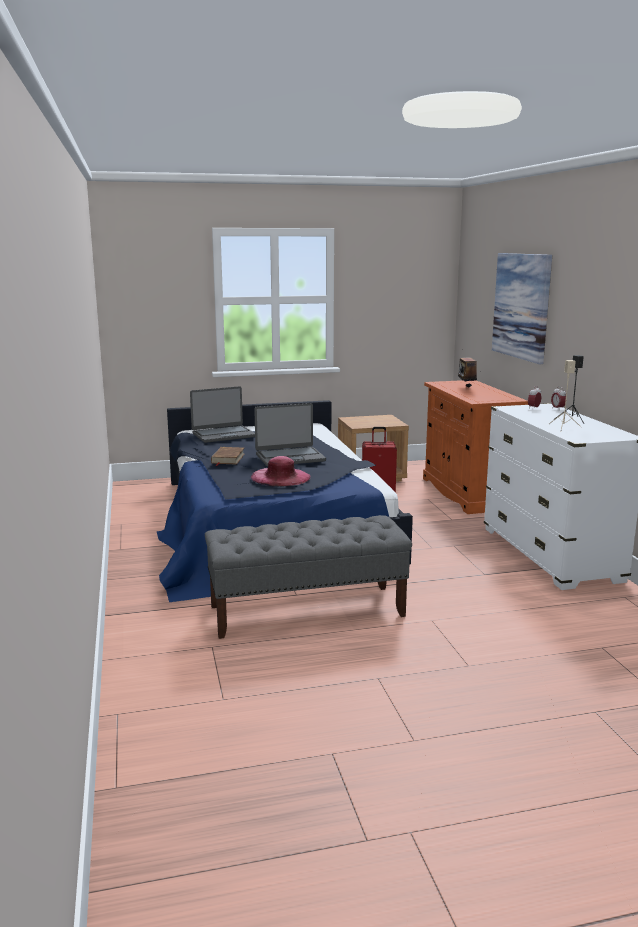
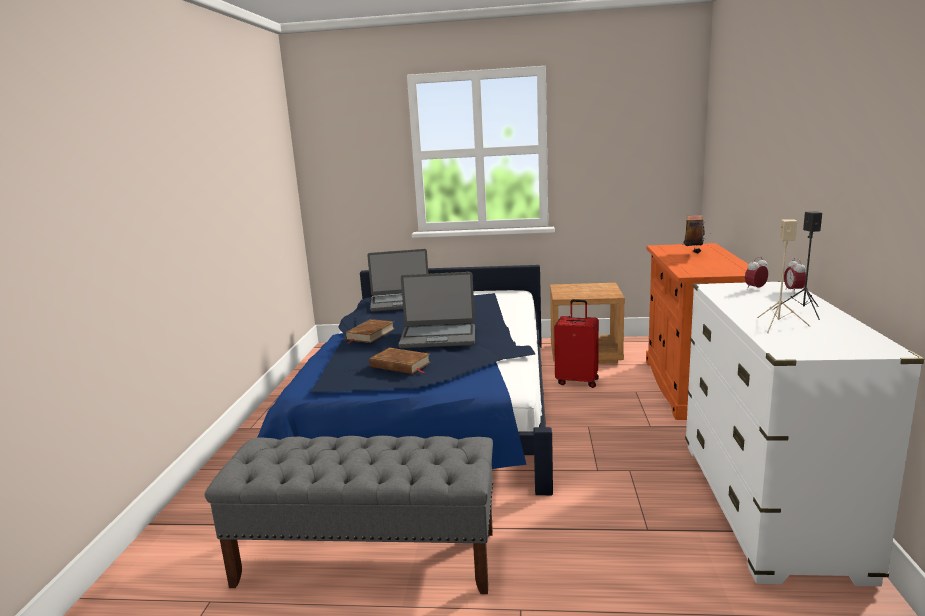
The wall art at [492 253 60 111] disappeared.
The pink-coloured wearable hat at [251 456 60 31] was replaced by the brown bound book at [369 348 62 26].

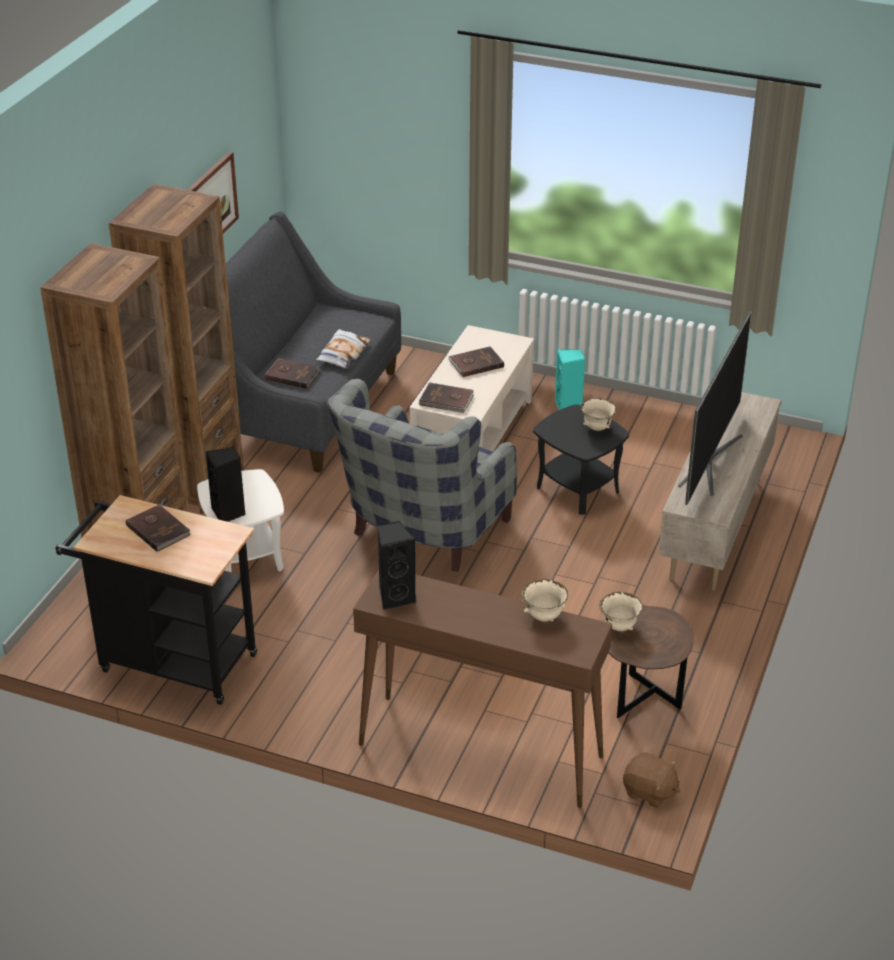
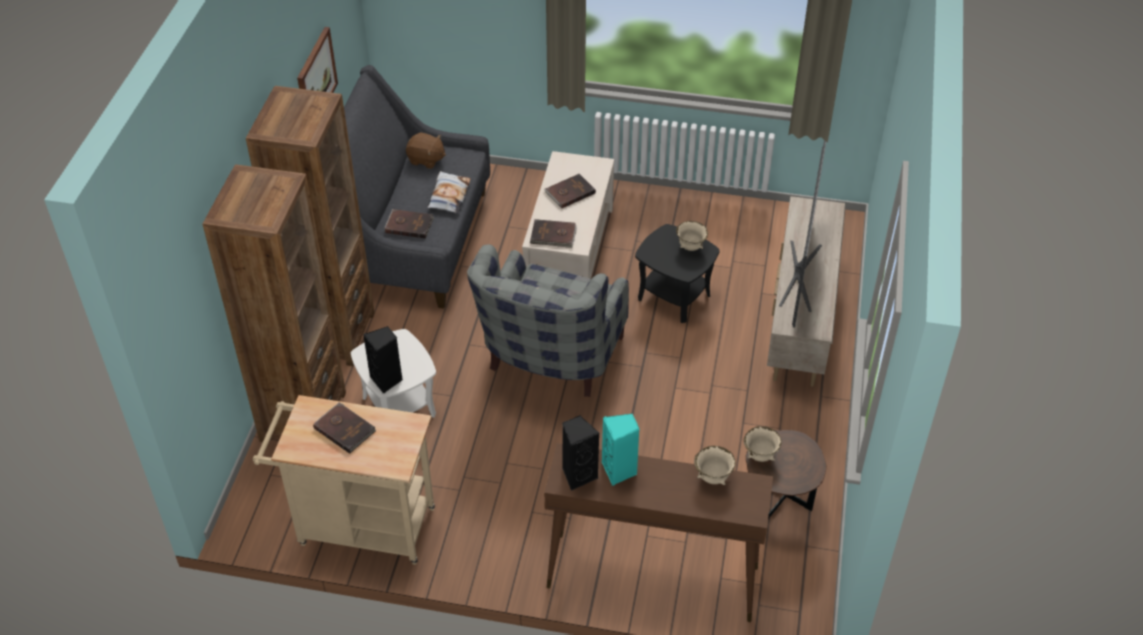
The blue-green speaker moved from [555 349 30 61] to [602 414 38 72].
The brown soft toy moved from [623 752 57 56] to [406 132 40 37].
The black wheeled cart at [56 495 201 210] became the sand-coloured wheeled cart at [253 395 182 170].

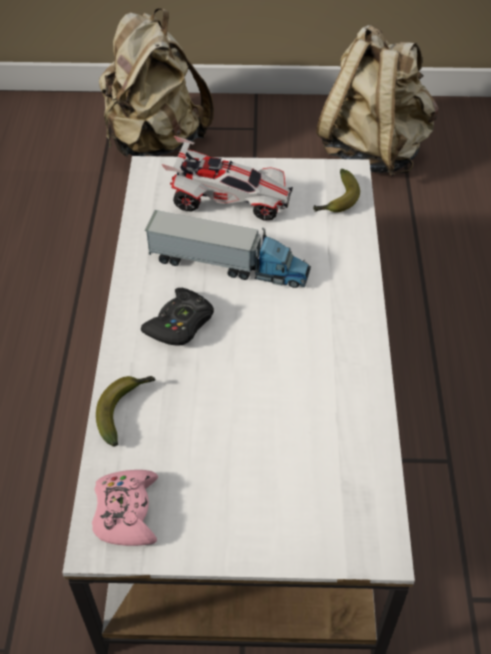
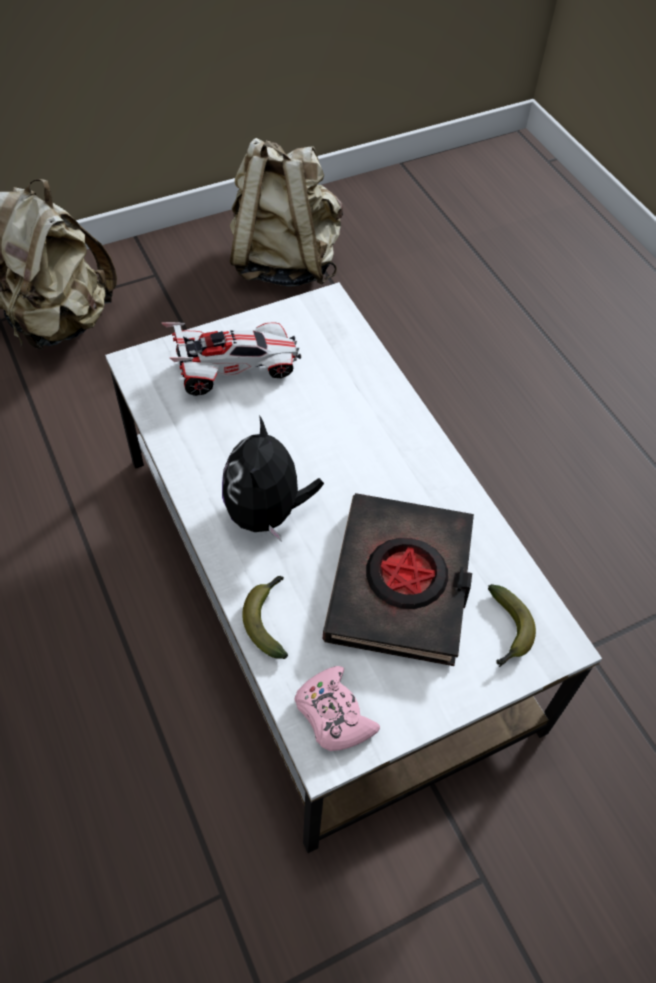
The toy truck at [145 210 166 78] disappeared.
The black bound book at [323 493 151 173] appeared.
The whole banana moved from [313 169 47 43] to [488 584 48 83].
The black gamepad at [141 288 73 58] was replaced by the soft toy at [222 415 102 127].

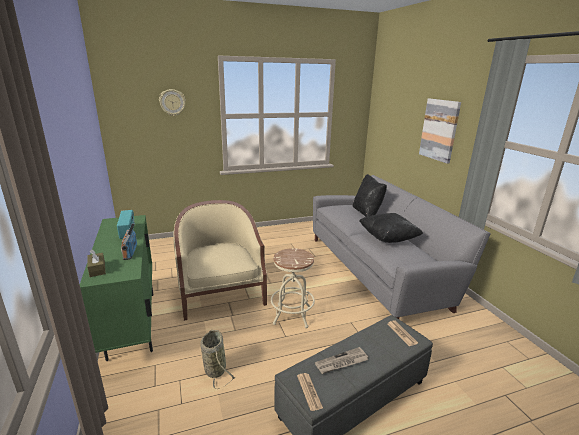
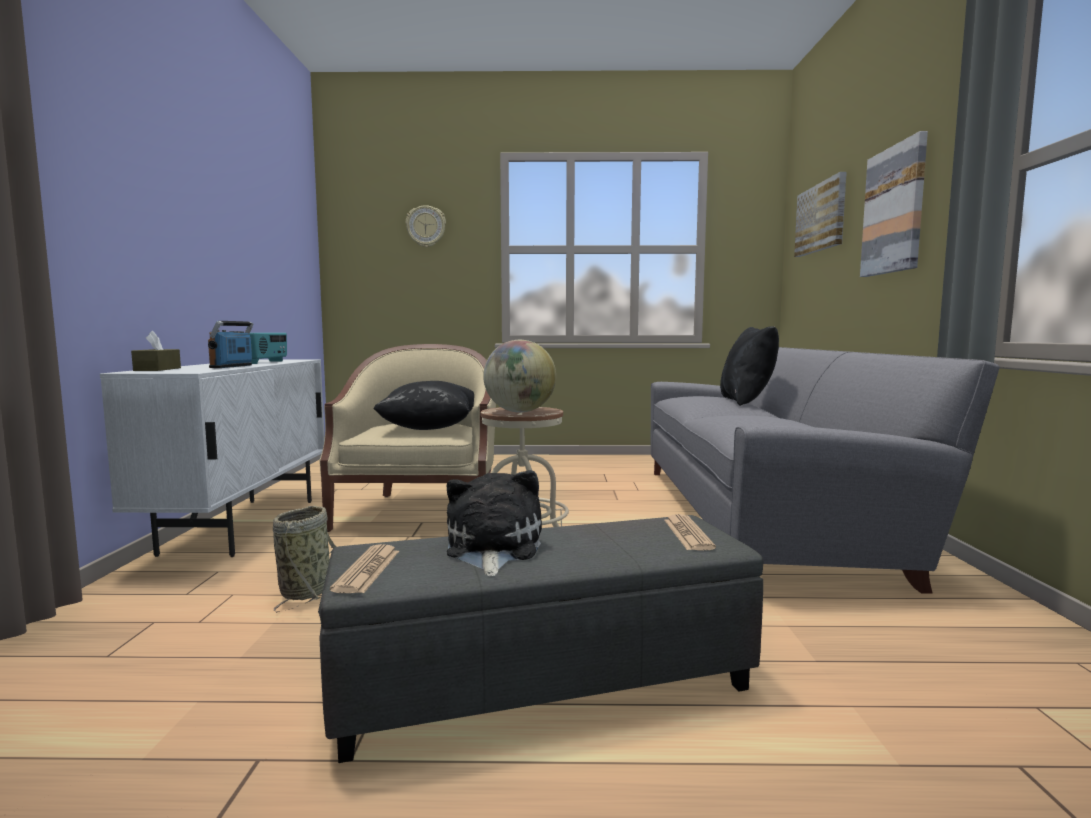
The world globe at [483 340 73 73] appeared.
The wall art at [794 172 53 85] appeared.
The black pillow moved from [359 213 64 30] to [373 381 101 49].
The newspaper at [315 347 53 27] was replaced by the soft toy at [447 470 95 107].
The green-coloured cabinet at [80 215 74 146] became the white cabinet at [100 359 225 198].

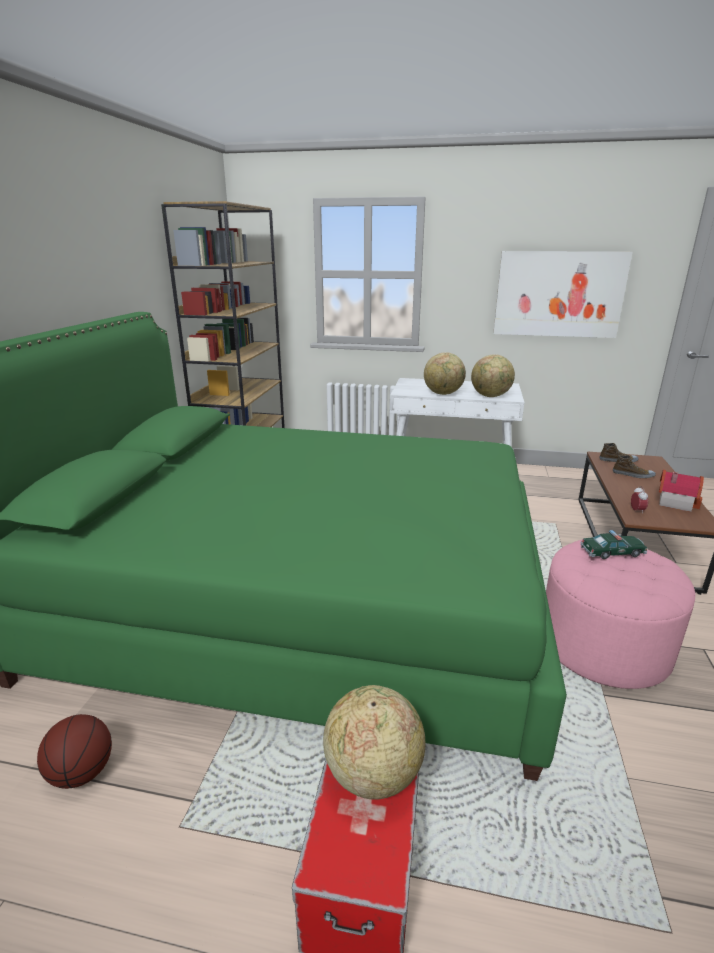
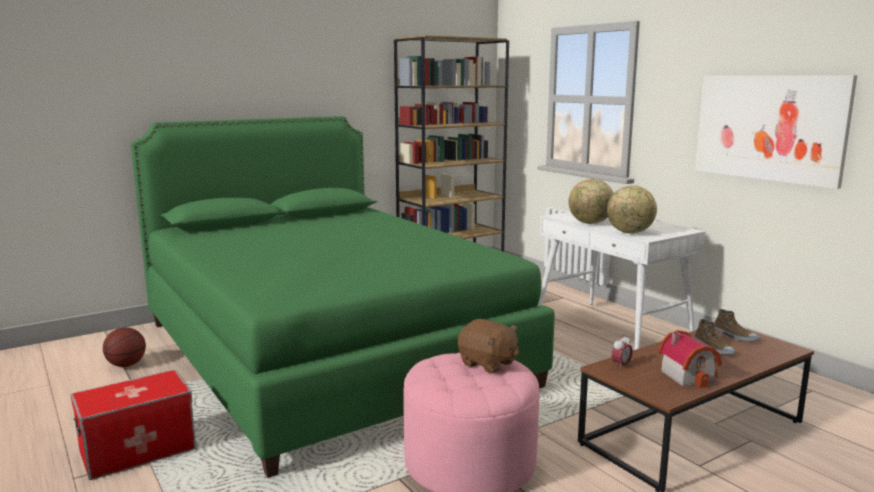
The world globe at [323 685 102 115] disappeared.
The model car at [580 530 67 29] was replaced by the brown soft toy at [458 319 61 54].

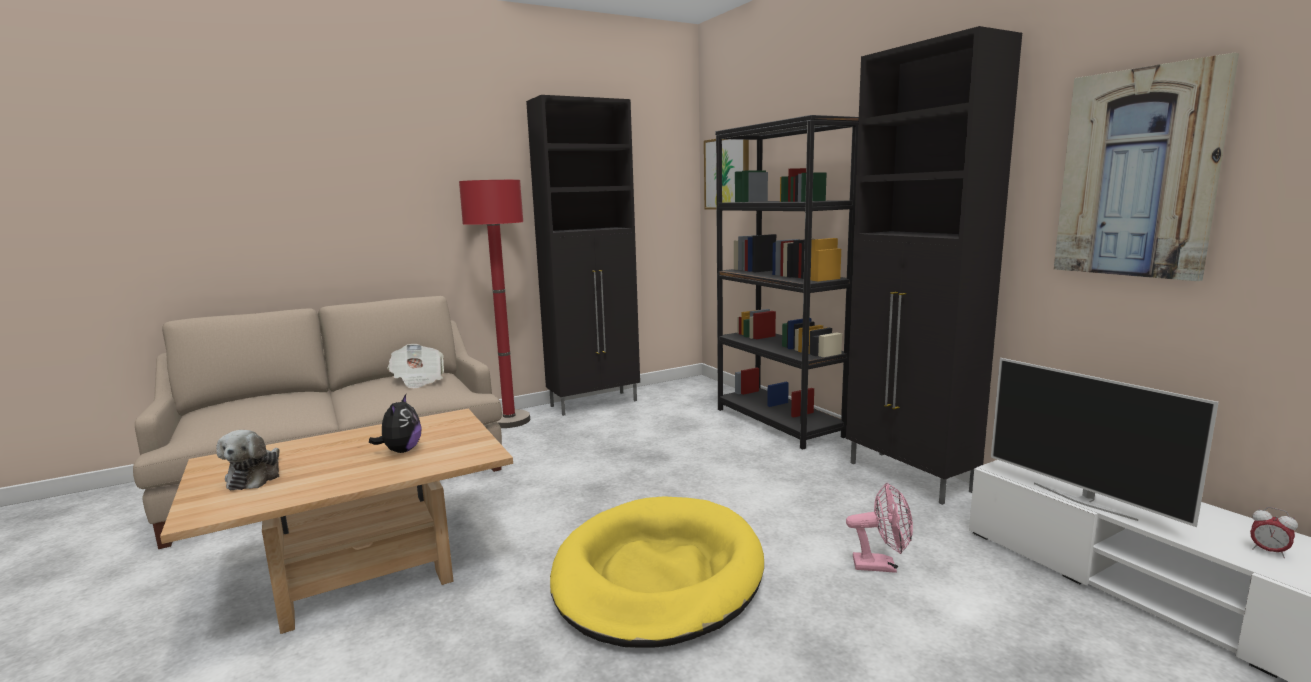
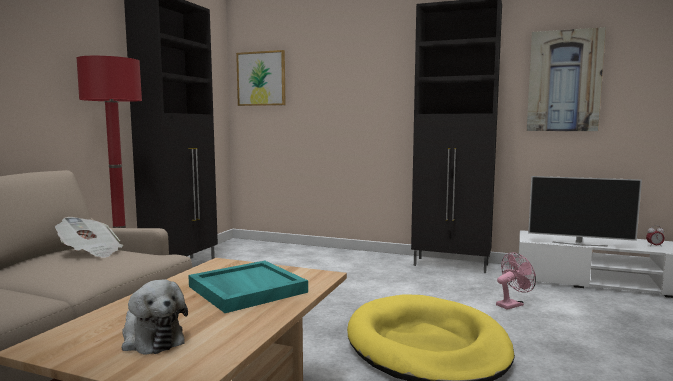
The black bookcase at [715 115 144 335] disappeared.
The soft toy at [369 394 53 59] was replaced by the blue-green tray at [188 261 120 52].

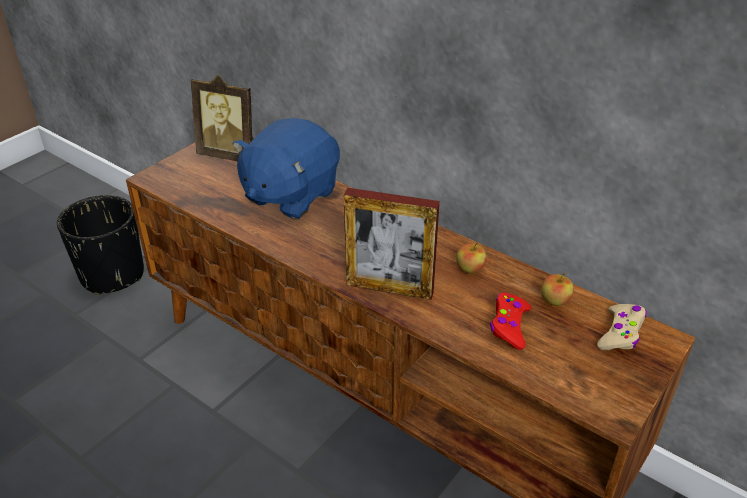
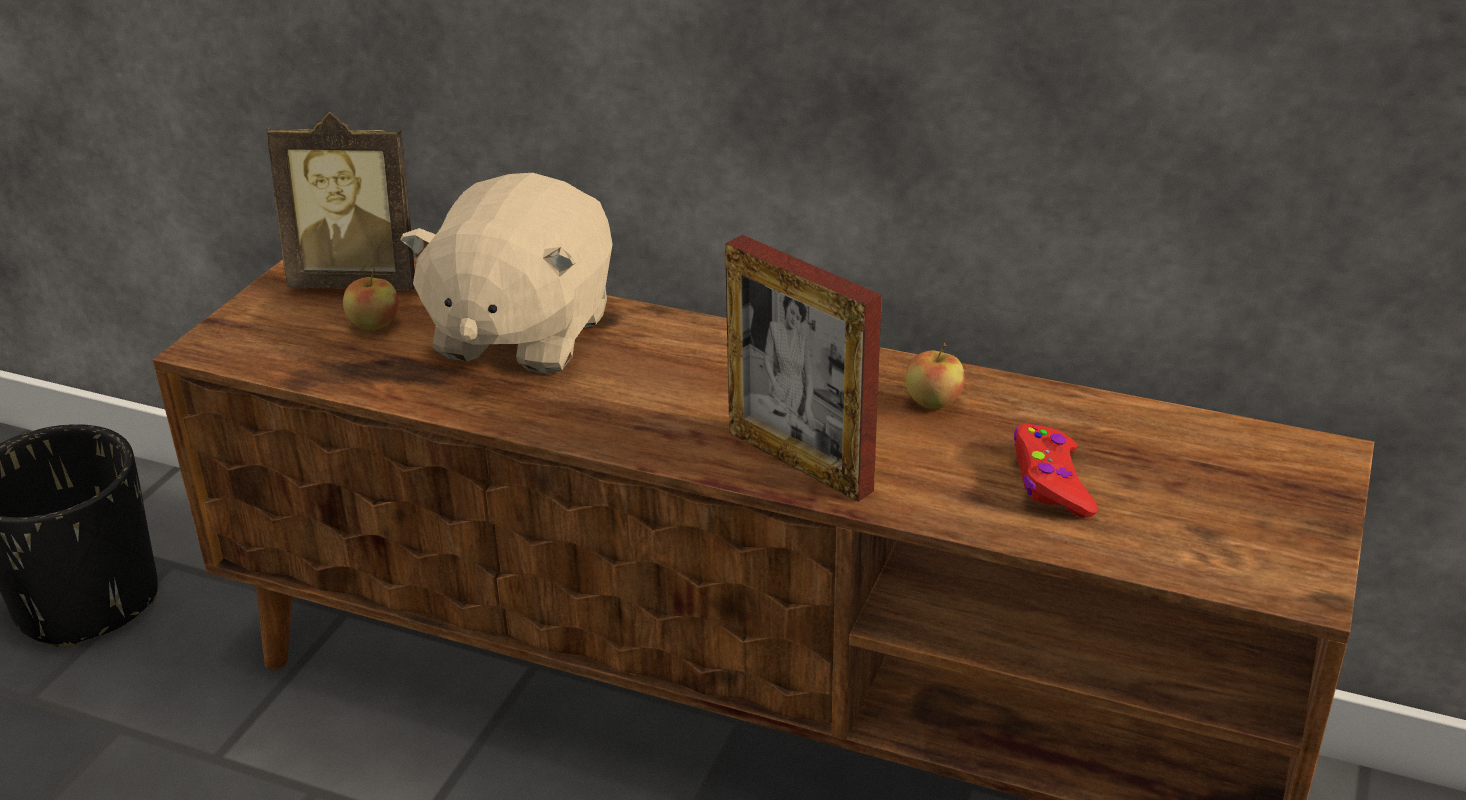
The sand-coloured gamepad at [597 304 50 46] disappeared.
The apple fruit moved from [541 272 33 34] to [343 268 55 62].
The bluish soft toy at [233 118 107 101] became the sand-coloured soft toy at [400 173 213 201].
The photo frame at [344 188 96 112] turned 45 degrees clockwise.

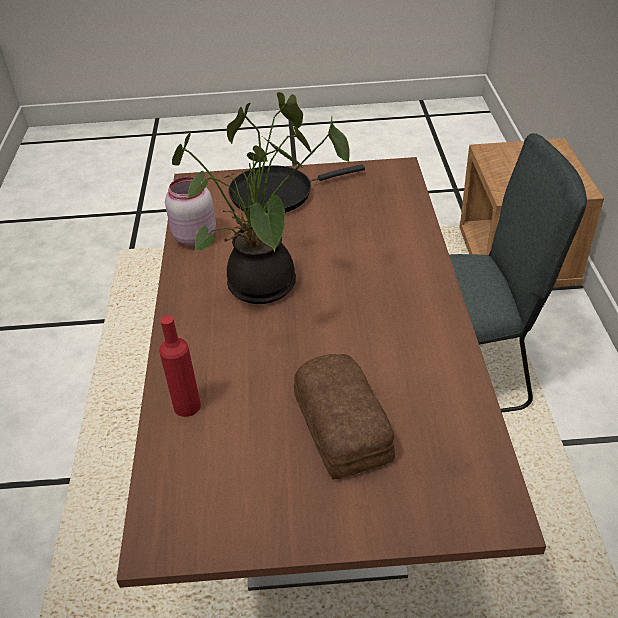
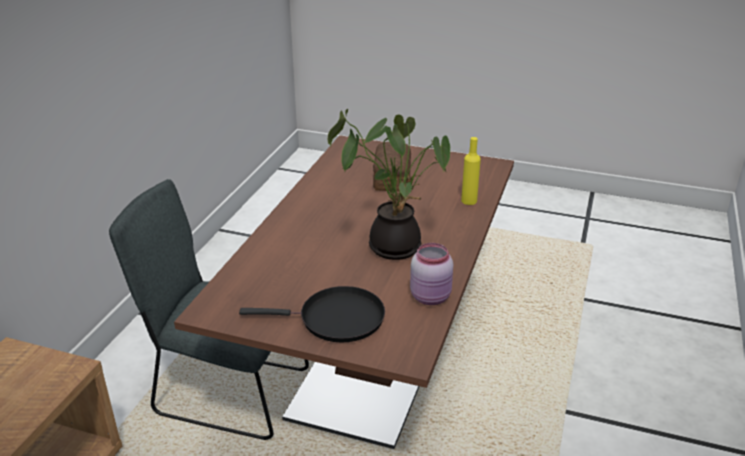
The reddish bottle at [159 315 42 102] became the yellowish bottle at [461 137 20 68].

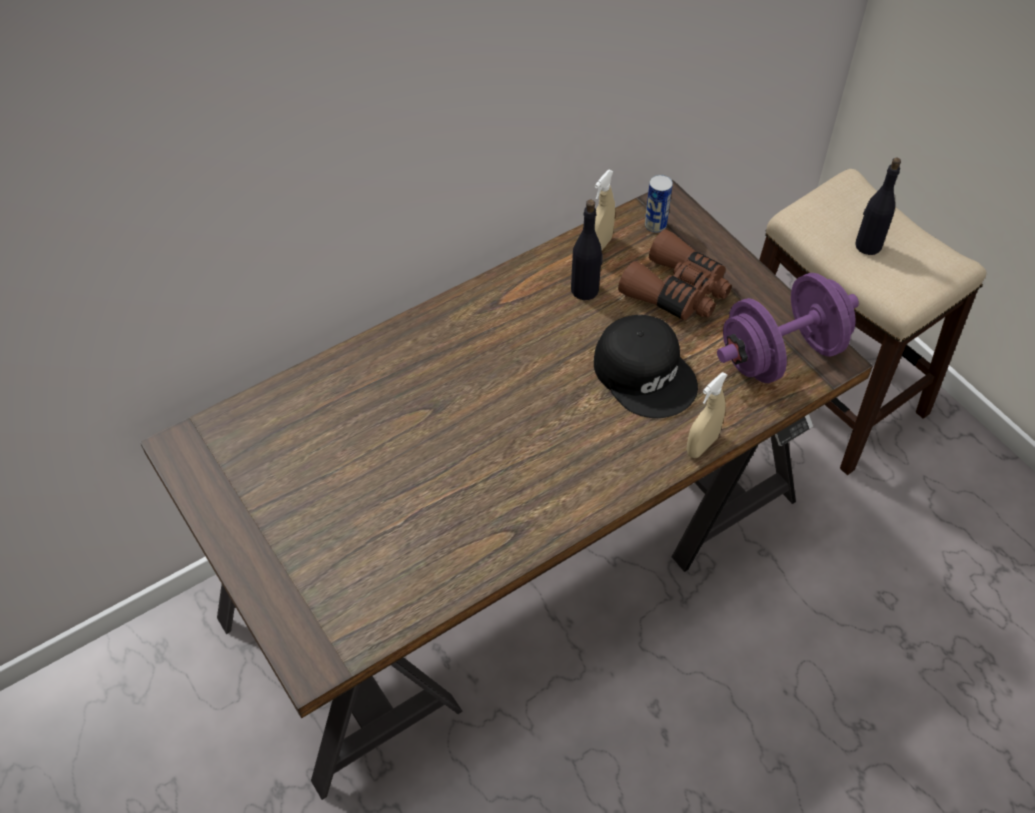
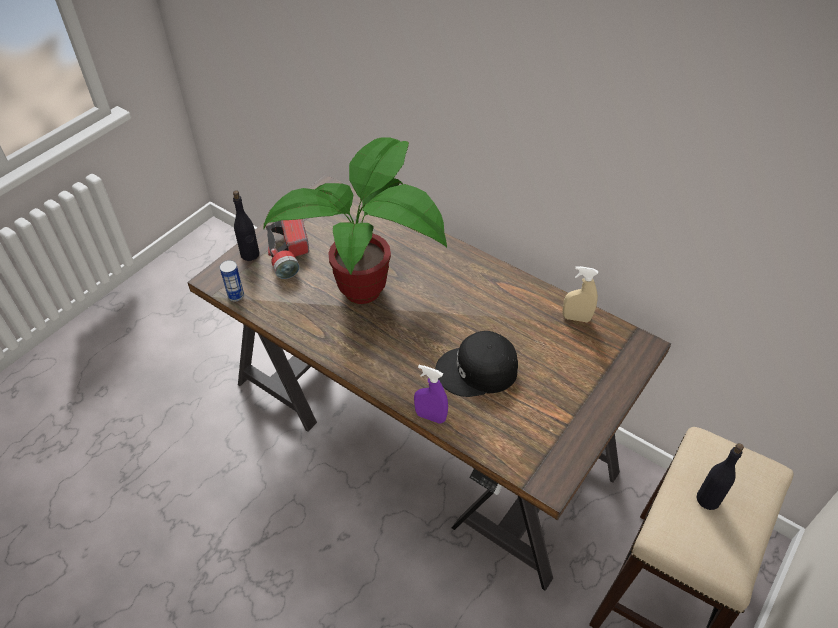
The brown binoculars at [618 229 114 91] disappeared.
The purplish hand weight at [717 273 142 110] disappeared.
The houseplant at [264 138 183 166] appeared.
The torch at [266 219 43 60] appeared.
The black bottle moved from [571 200 31 100] to [233 190 27 71].
The metal can moved from [645 175 28 58] to [220 260 24 41].
The sand-coloured hand sprayer at [687 372 41 86] became the purplish hand sprayer at [414 365 34 59].
The black baseball cap at [594 315 104 103] turned 45 degrees clockwise.

